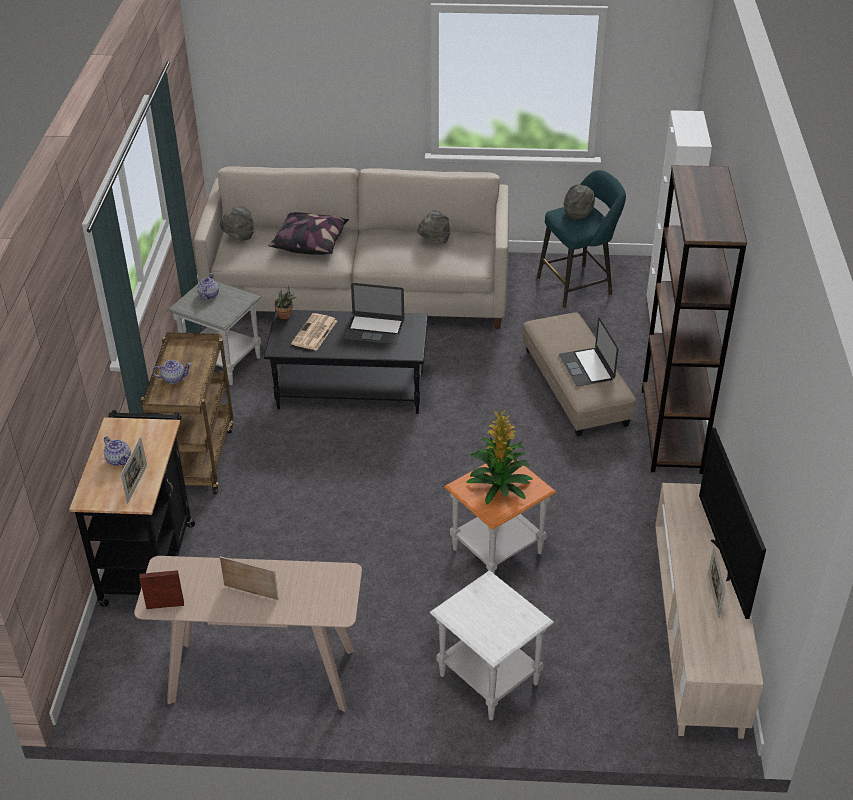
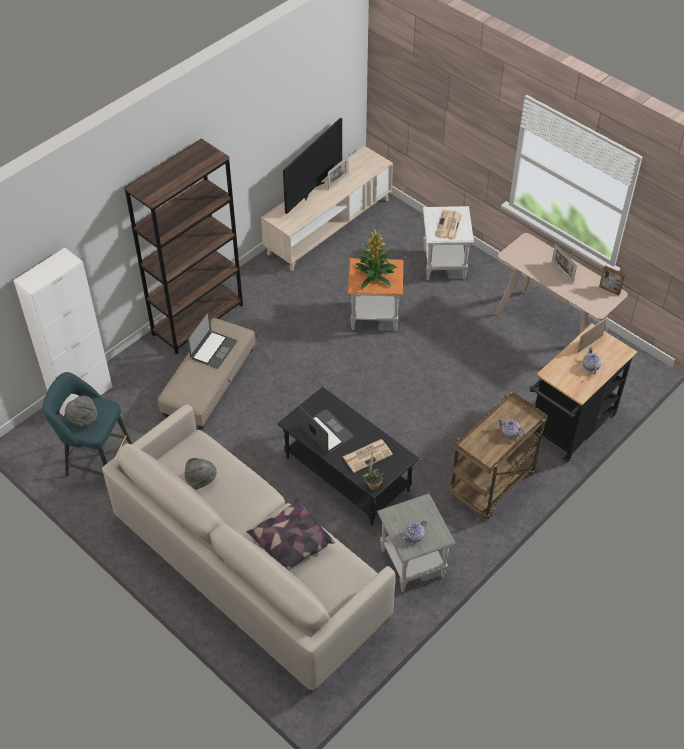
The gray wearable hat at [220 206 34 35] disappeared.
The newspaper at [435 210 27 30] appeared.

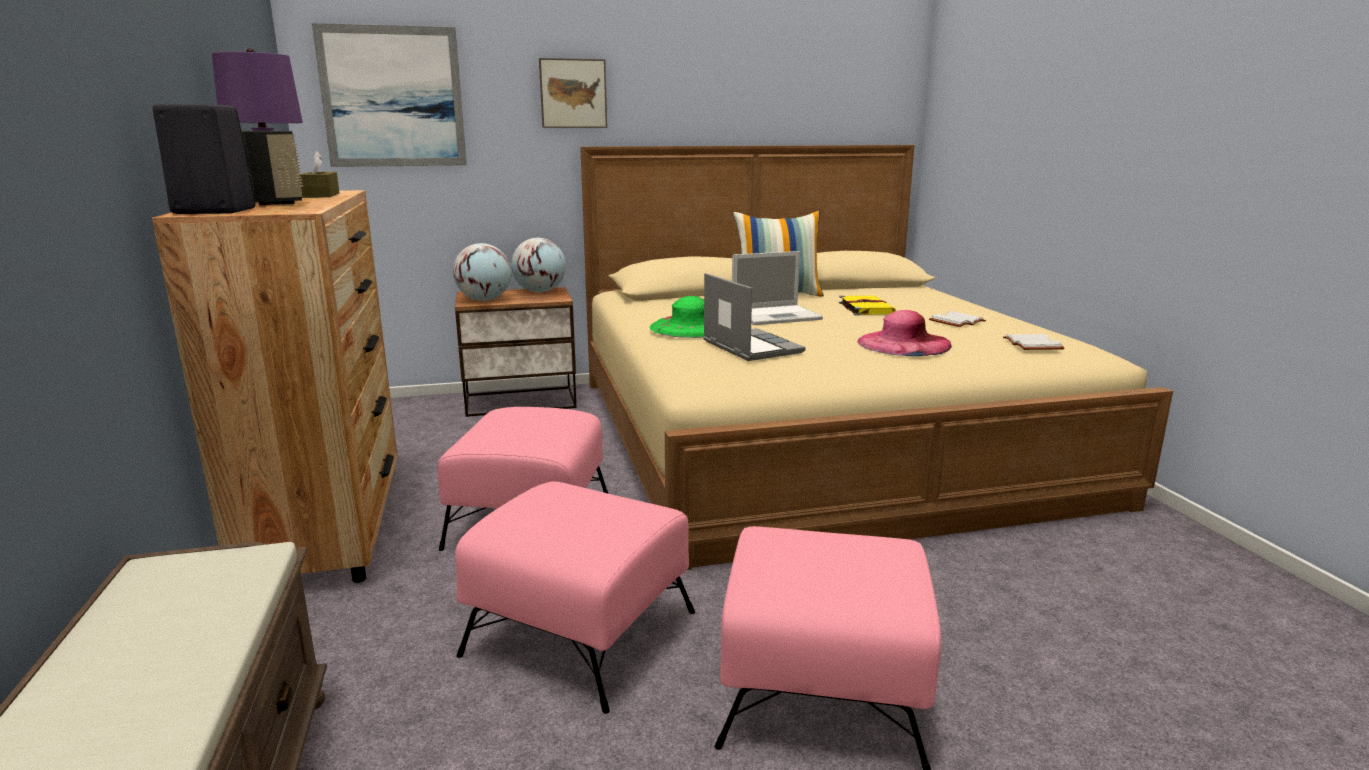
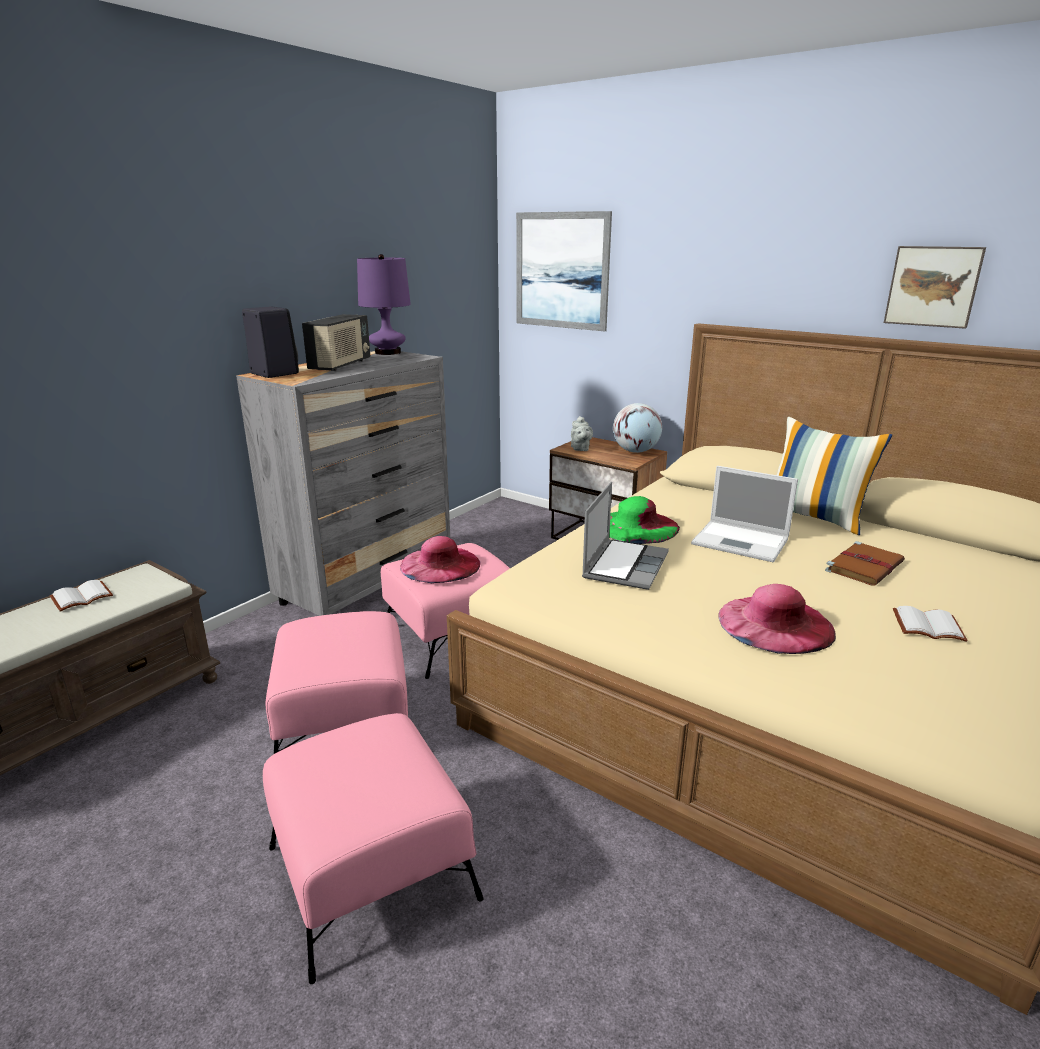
The brown tissue holder at [299 151 40 47] disappeared.
The pink-coloured wearable hat at [400 536 81 47] appeared.
The wall art moved from [539 58 68 70] to [884 246 102 83].
The white bound book moved from [1003 334 61 16] to [50 580 63 32].
The world globe at [453 243 58 58] was replaced by the gray tea pot at [571 416 22 35].
The brown drawer chest at [152 190 246 393] became the gray drawer chest at [236 351 214 265].
The yellowish bound book at [839 295 57 21] became the brown bound book at [825 541 80 45].

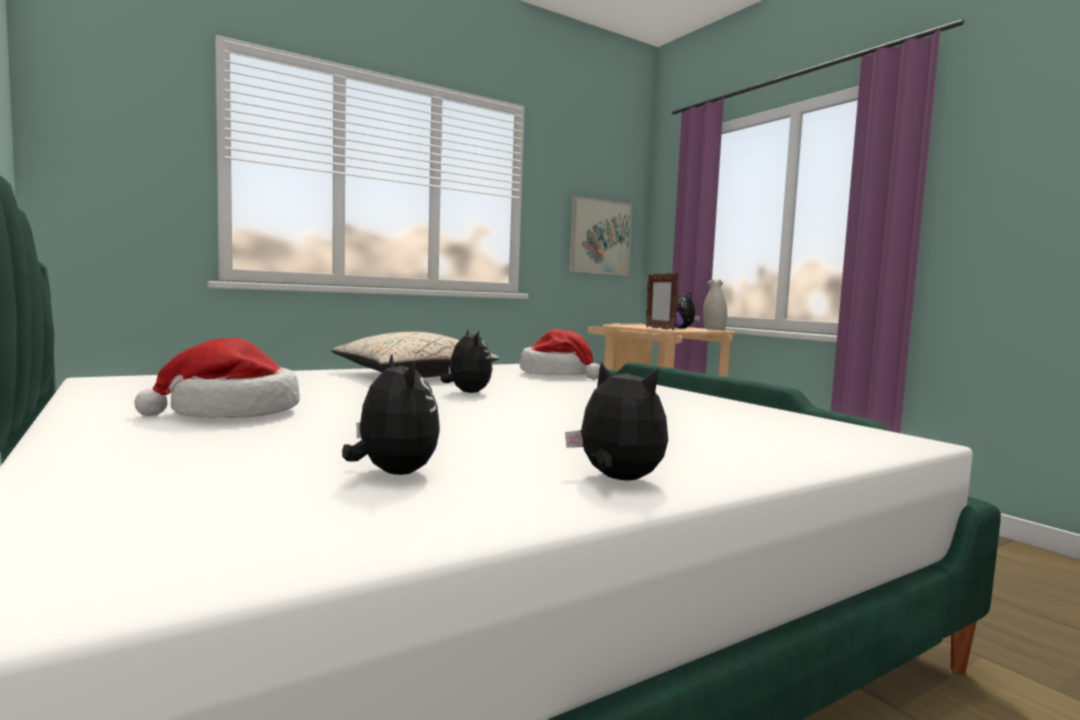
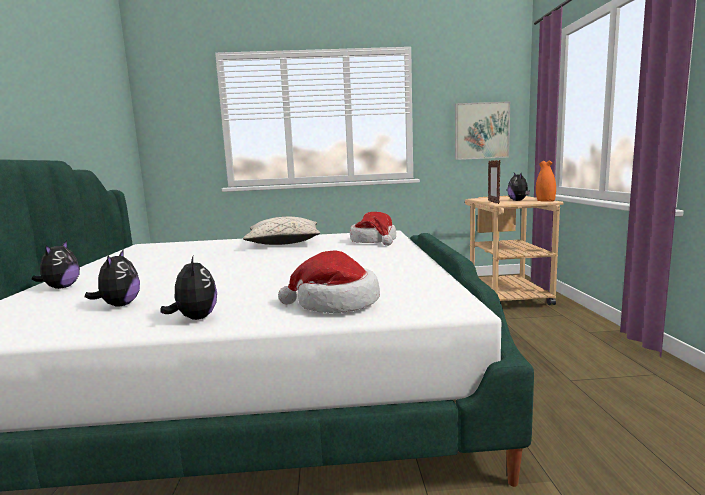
The wearable hat moved from [134 338 166 80] to [278 251 102 62].
The soft toy moved from [441 329 51 64] to [31 240 49 49].
The white vase at [703 279 24 51] became the orange-coloured vase at [536 160 20 42].

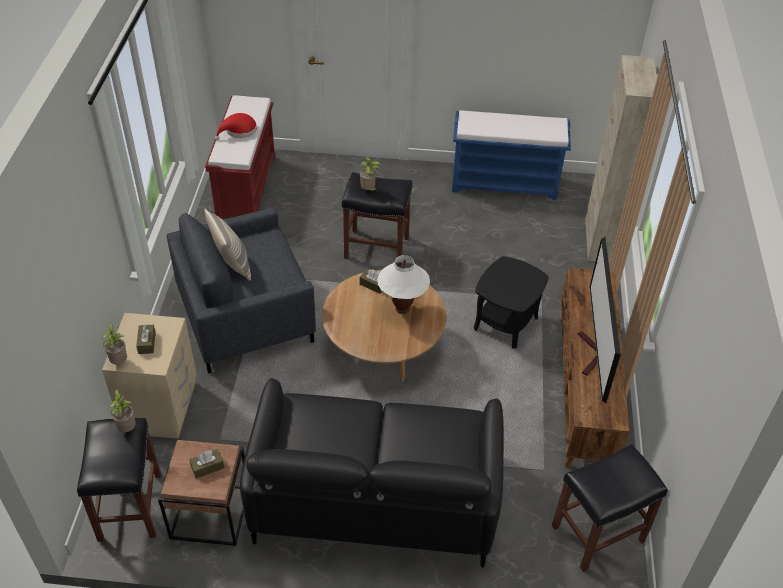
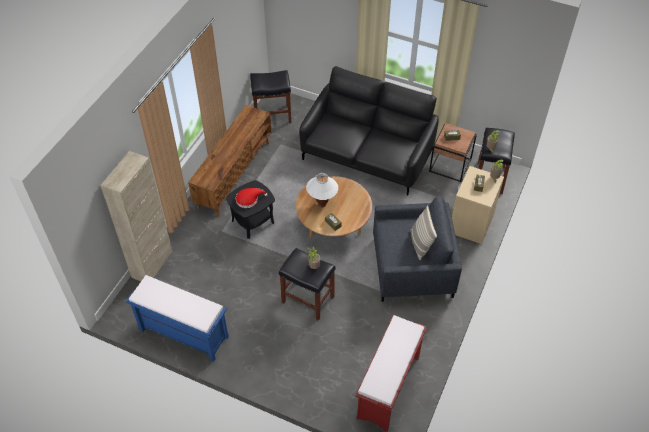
The TV set at [578 237 43 167] disappeared.
The reddish wearable hat moved from [215 113 42 27] to [236 188 32 20].

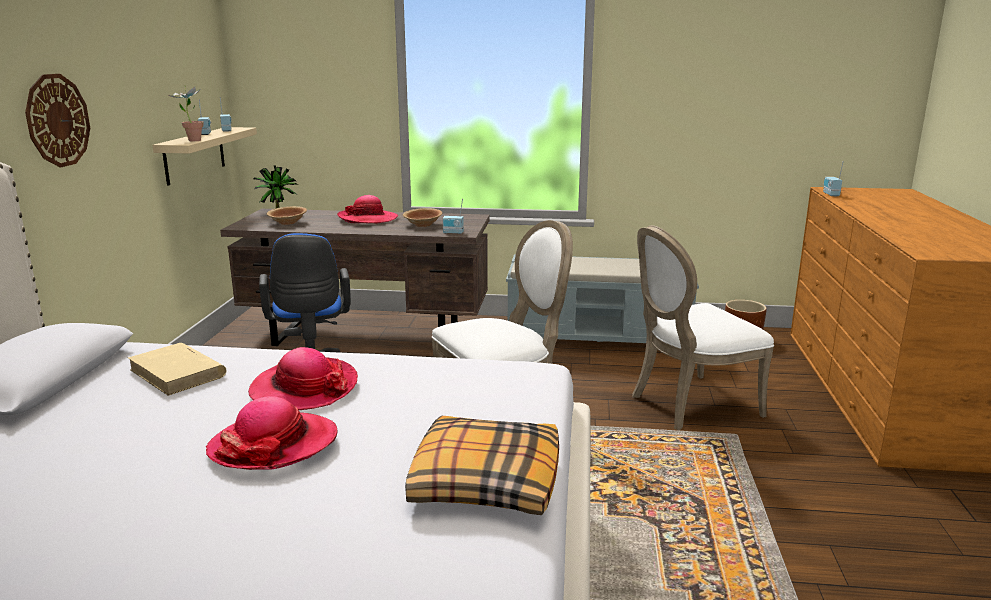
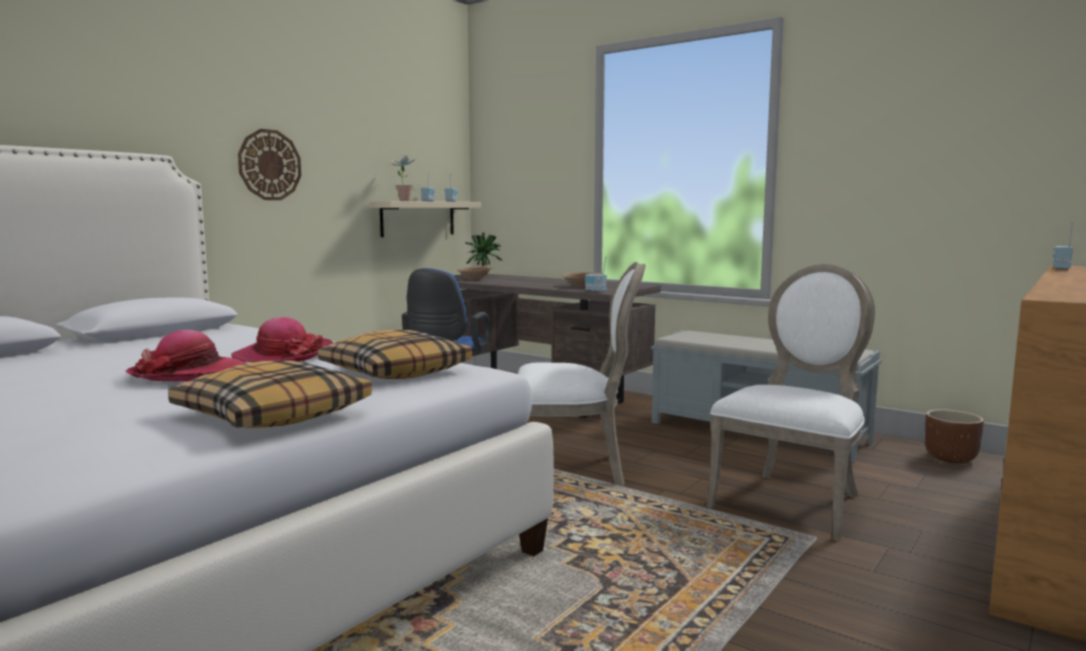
The sand-coloured bound book at [128 343 98 53] disappeared.
The wearable hat at [337 195 61 29] disappeared.
The pillow at [318 330 154 49] appeared.
The white plain chair at [632 225 142 206] turned 120 degrees clockwise.

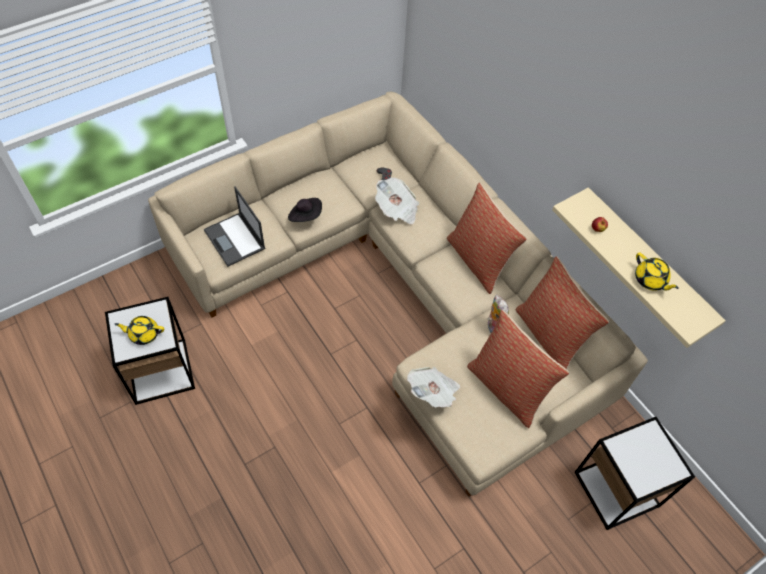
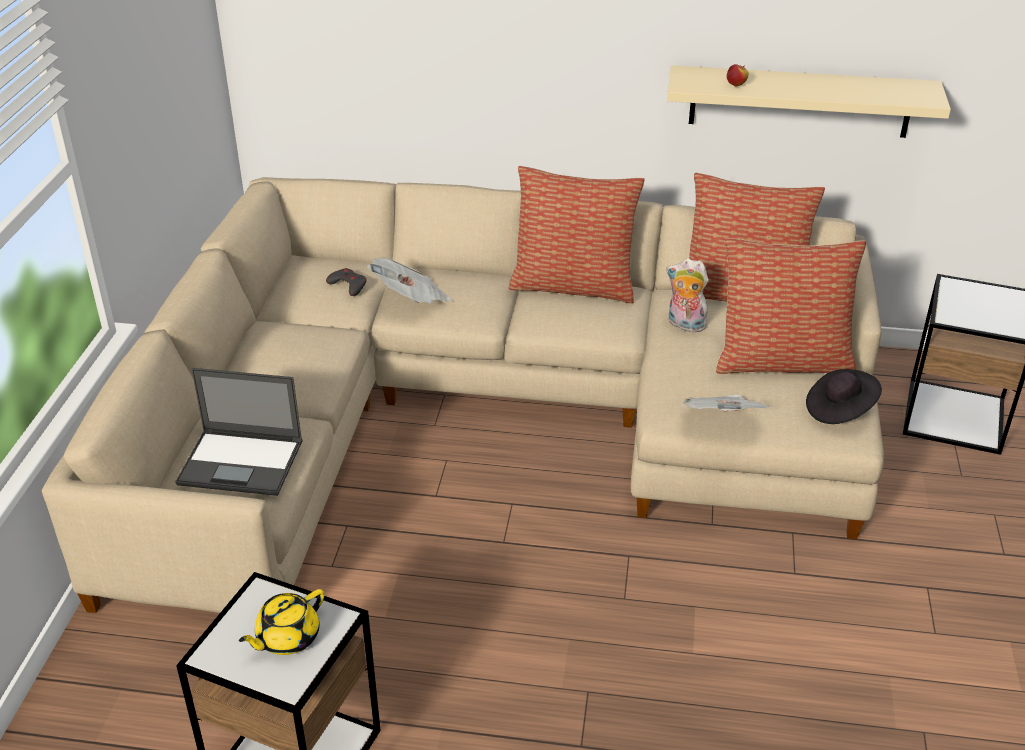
The yellowish tea pot at [635 252 44 39] disappeared.
The black wearable hat moved from [288 198 34 24] to [806 369 76 55].

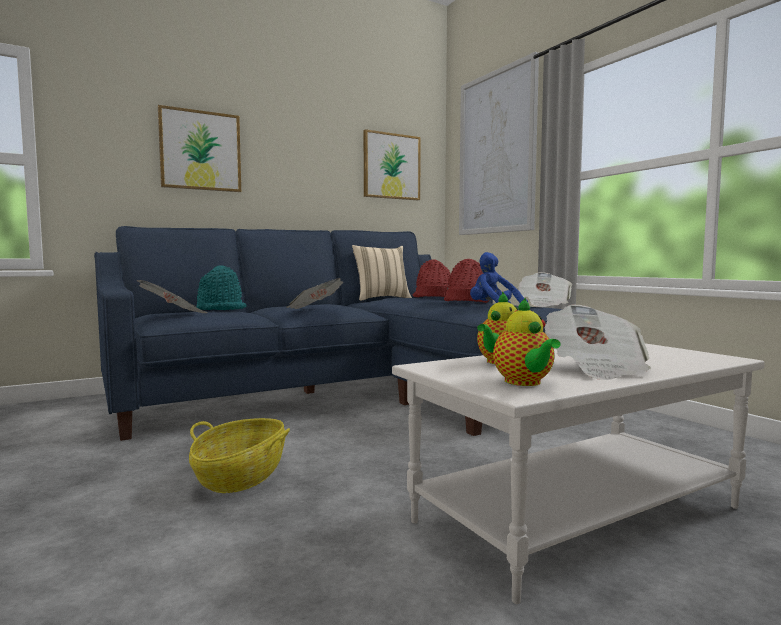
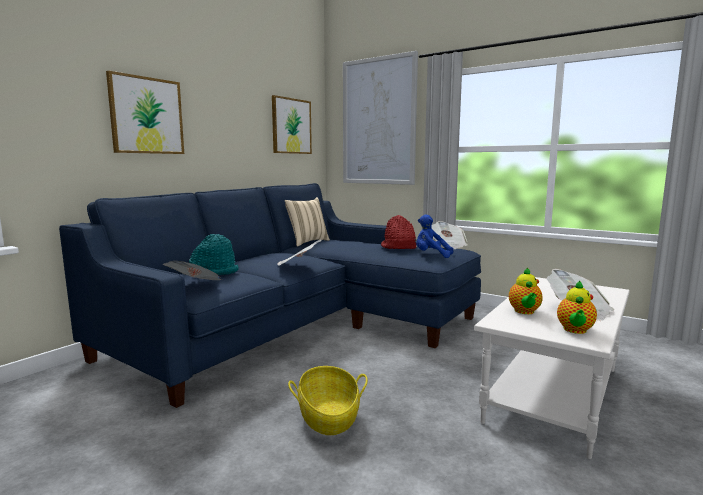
The reddish wearable hat at [412 259 38 38] disappeared.
The tea pot at [493 298 68 88] turned 60 degrees clockwise.

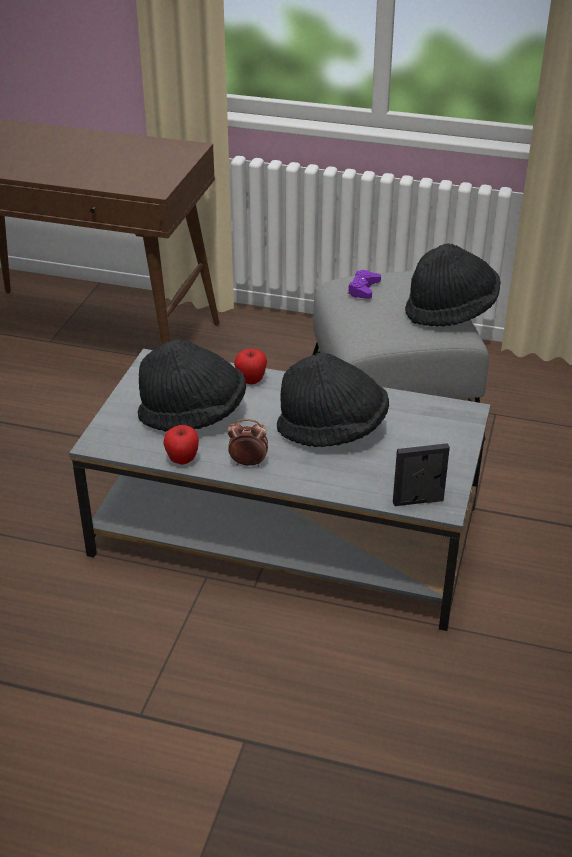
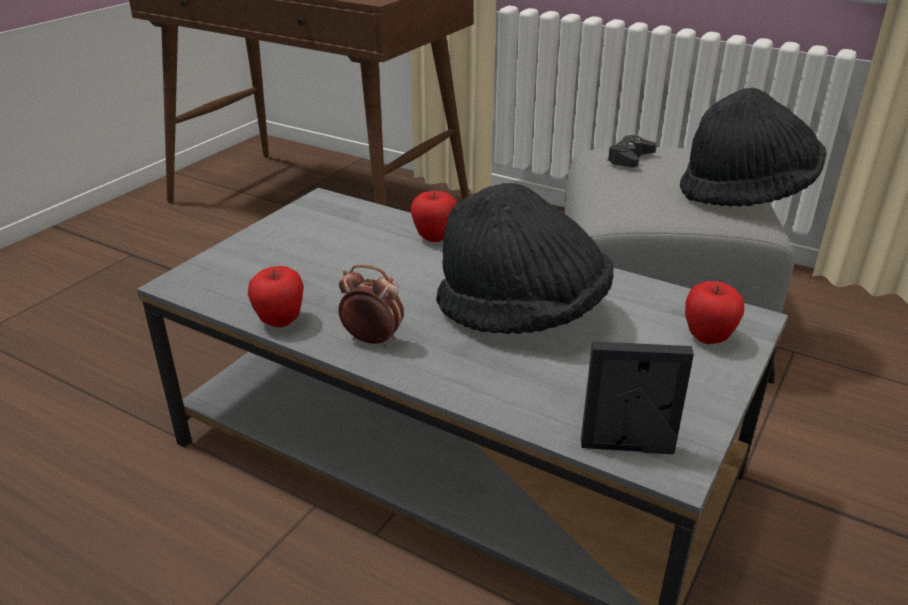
The black wearable hat at [138 339 108 93] disappeared.
The apple fruit at [685 281 59 63] appeared.
The purplish gamepad at [348 270 33 29] became the black gamepad at [607 135 50 33].

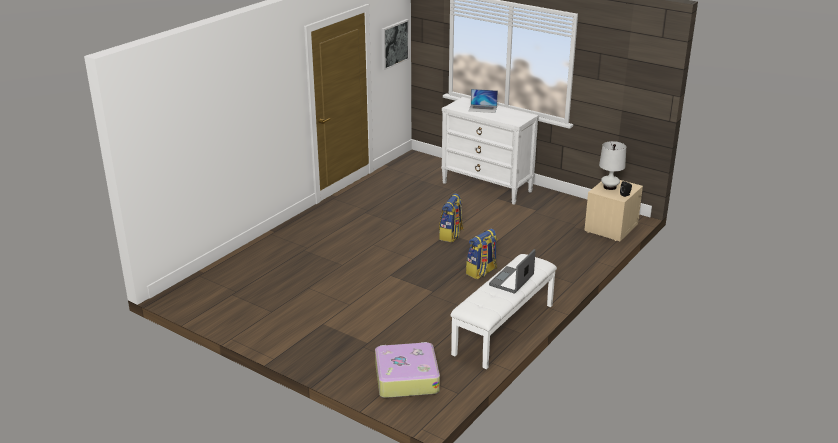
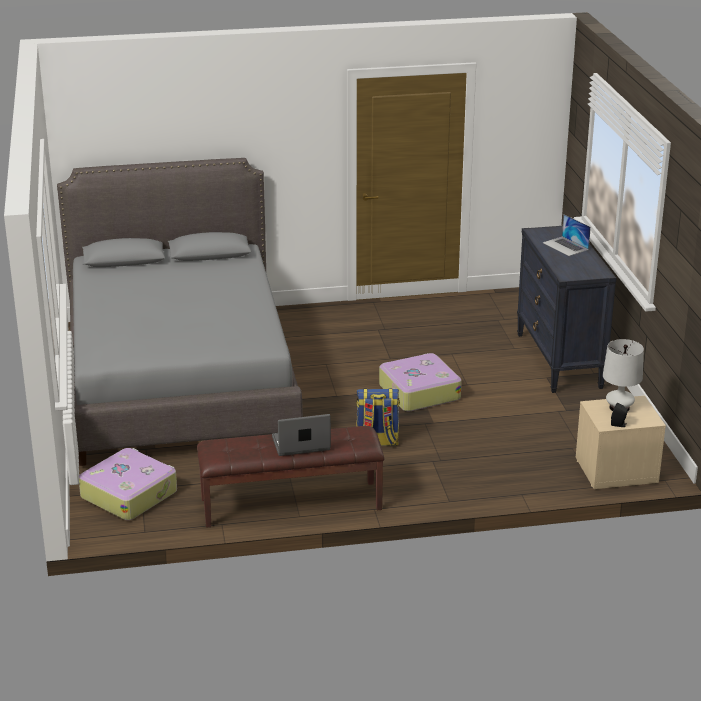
The wall art at [382 19 27 51] disappeared.
The gray bed at [57 158 246 308] appeared.
The backpack at [439 193 25 49] was replaced by the piece of luggage at [379 353 83 58].
The white drawer chest at [441 97 98 108] became the black drawer chest at [517 226 99 167].
The white bench at [450 254 107 115] became the brown bench at [197 426 187 102].

